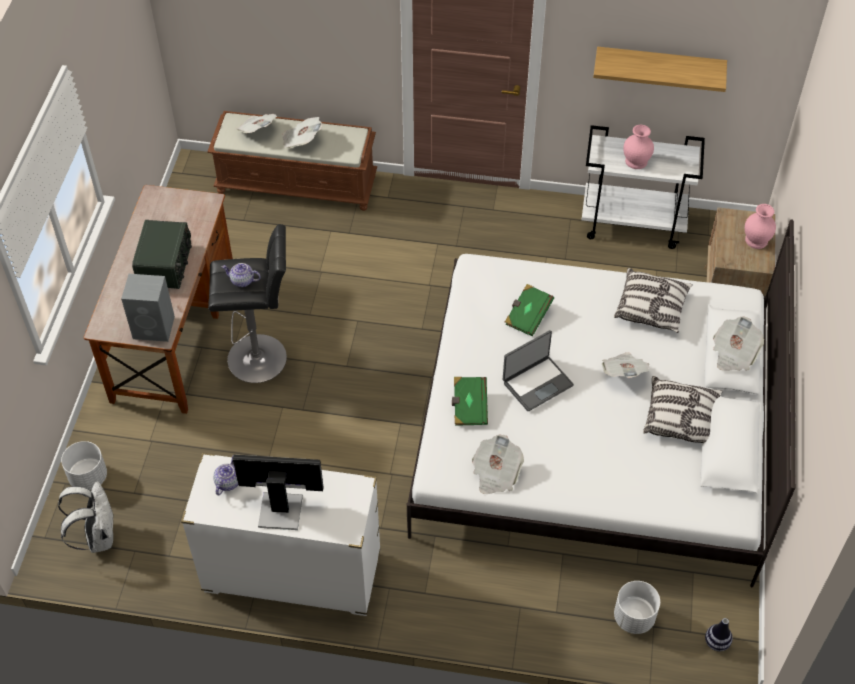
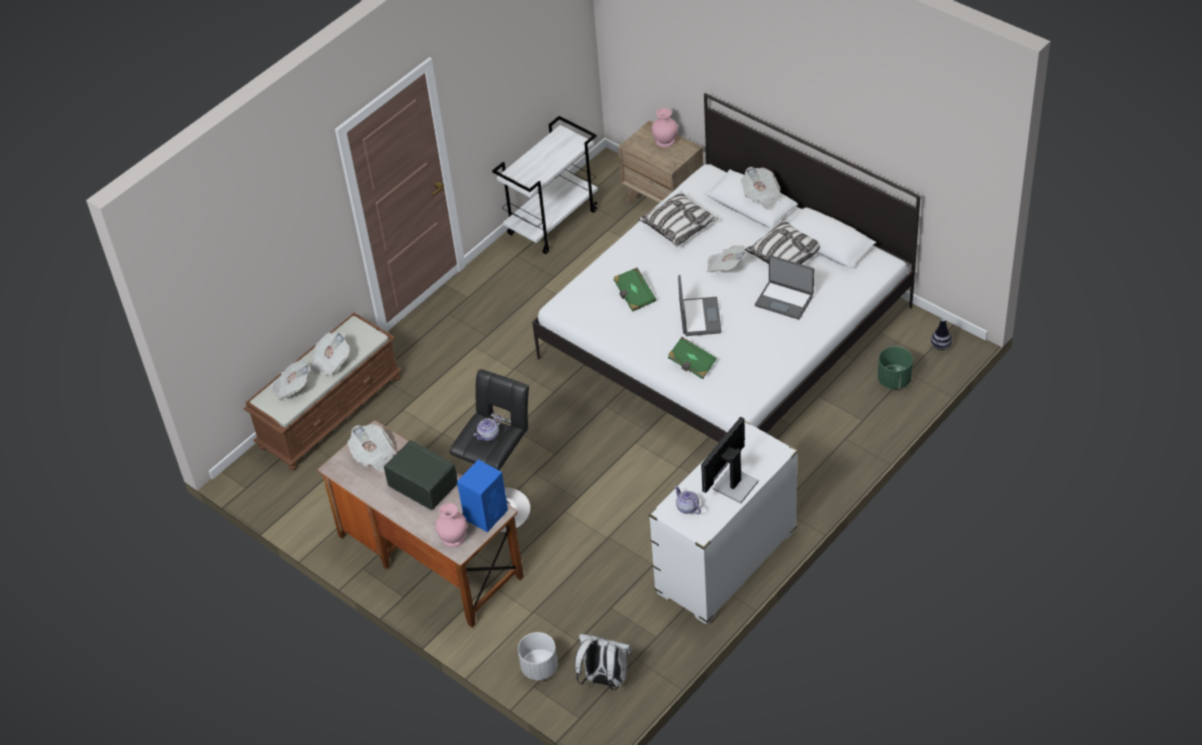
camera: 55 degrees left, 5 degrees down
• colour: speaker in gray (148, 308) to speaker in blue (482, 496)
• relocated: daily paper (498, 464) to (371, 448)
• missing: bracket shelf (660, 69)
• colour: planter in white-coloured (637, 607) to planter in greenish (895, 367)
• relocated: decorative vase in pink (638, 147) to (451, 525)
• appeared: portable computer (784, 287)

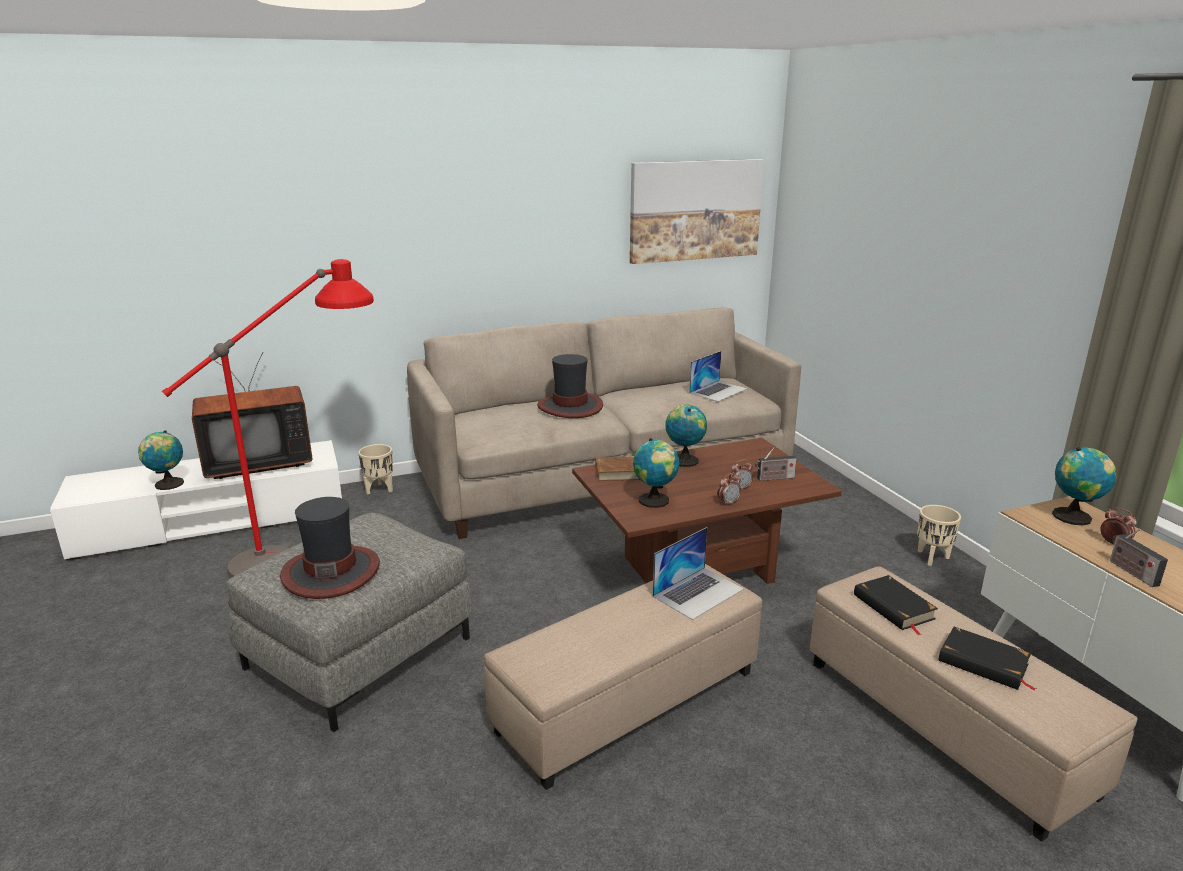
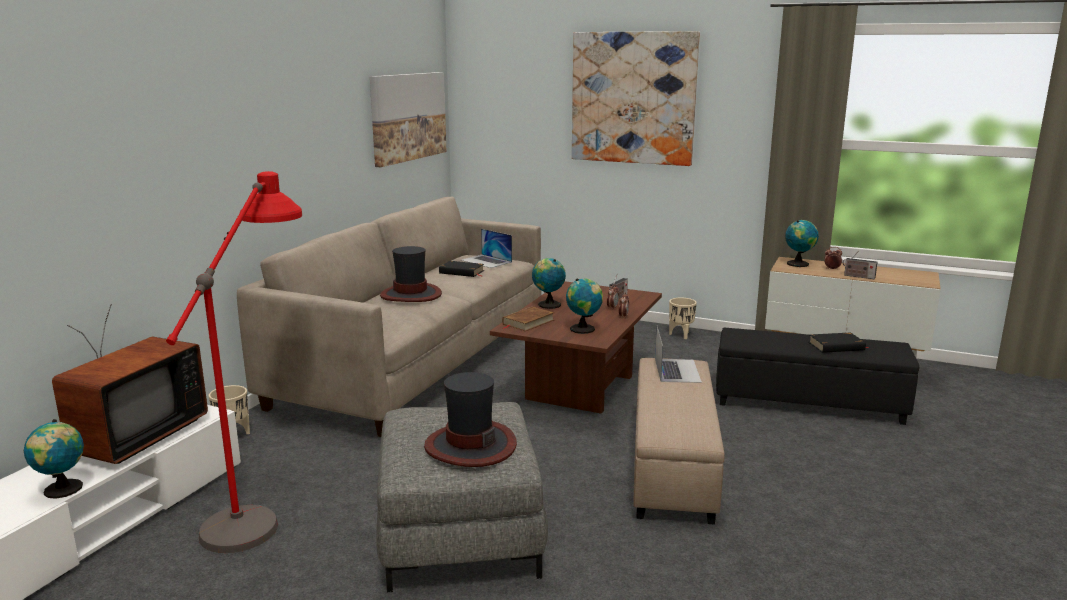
camera: 45 degrees left, 5 degrees down
• spun: portable computer (718, 376) = (486, 248) 135 degrees clockwise
• colour: ottoman in beige (973, 704) to ottoman in black-coloured (817, 376)
• relocated: bound book in black-coloured (896, 605) to (461, 269)
• appeared: picture (636, 98)

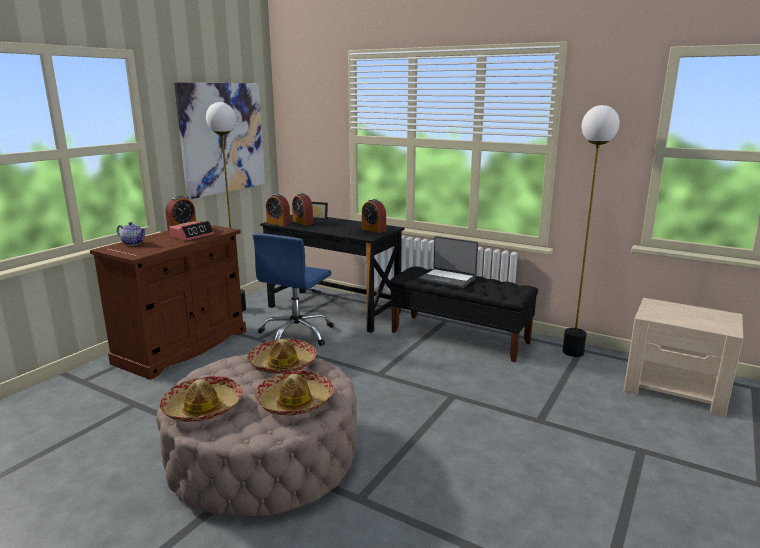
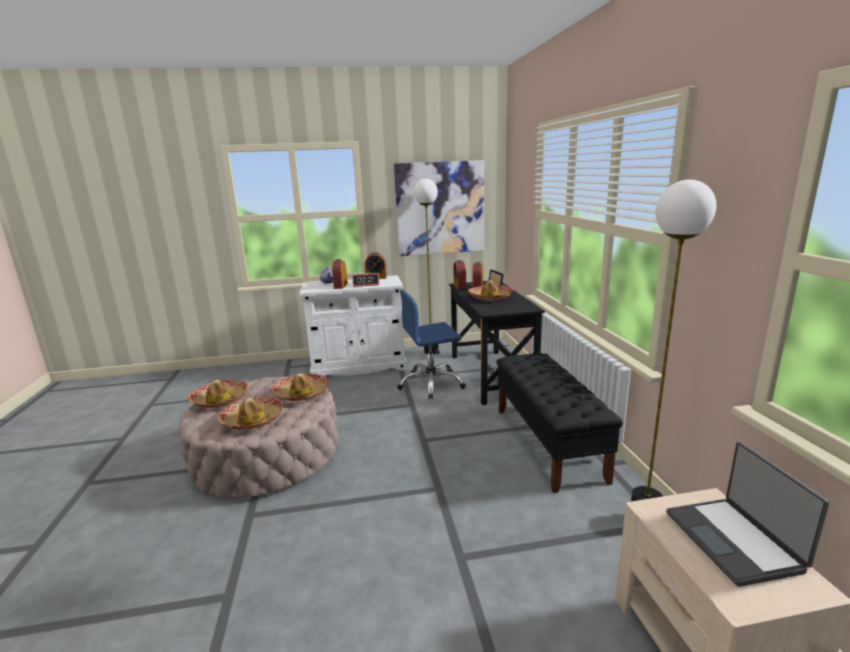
camera: 50 degrees right, 0 degrees up
• colour: storage cabinet in brownish (168, 302) to storage cabinet in white-coloured (353, 325)
• relocated: bedside clock (374, 216) to (340, 274)
• relocated: portable computer (448, 262) to (748, 514)
• appeared: wearable hat (490, 291)

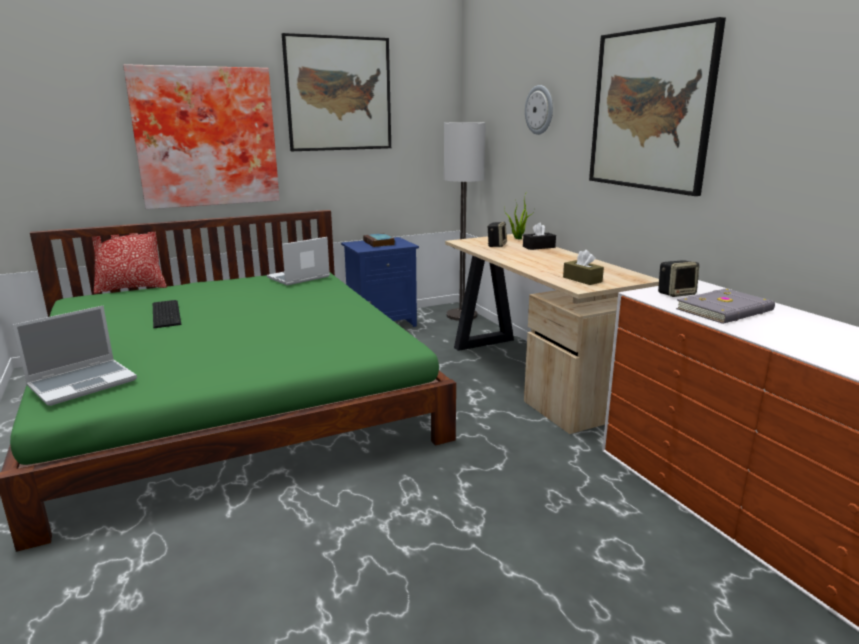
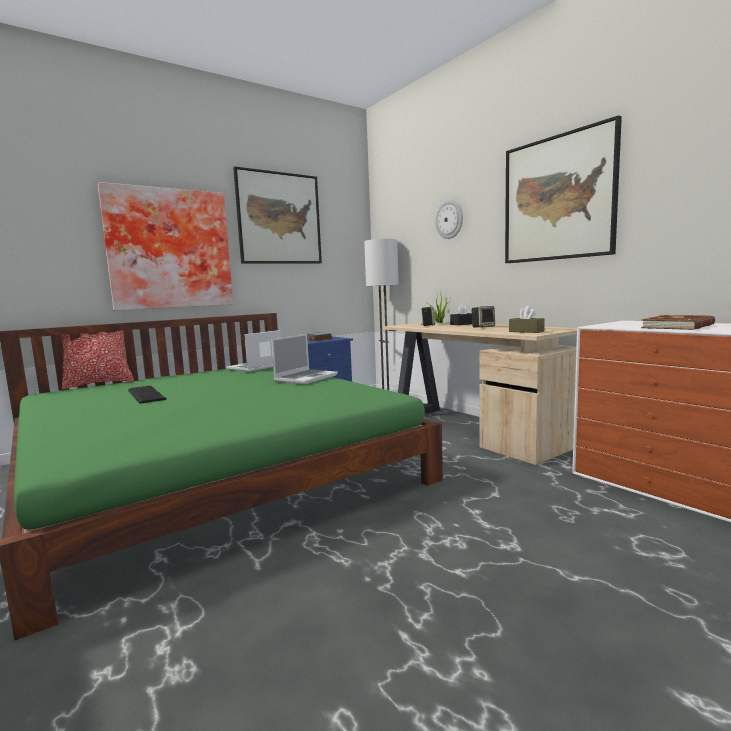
camera: 10 degrees left, 10 degrees down
• relocated: portable computer (75, 356) to (304, 359)
• relocated: speaker (678, 278) to (483, 317)
• colour: bound book in gray (725, 306) to bound book in brownish (678, 322)

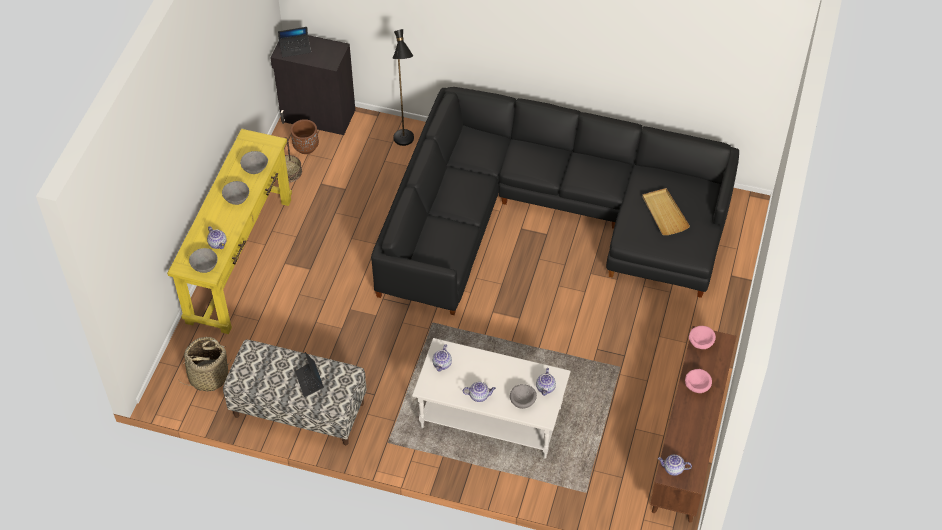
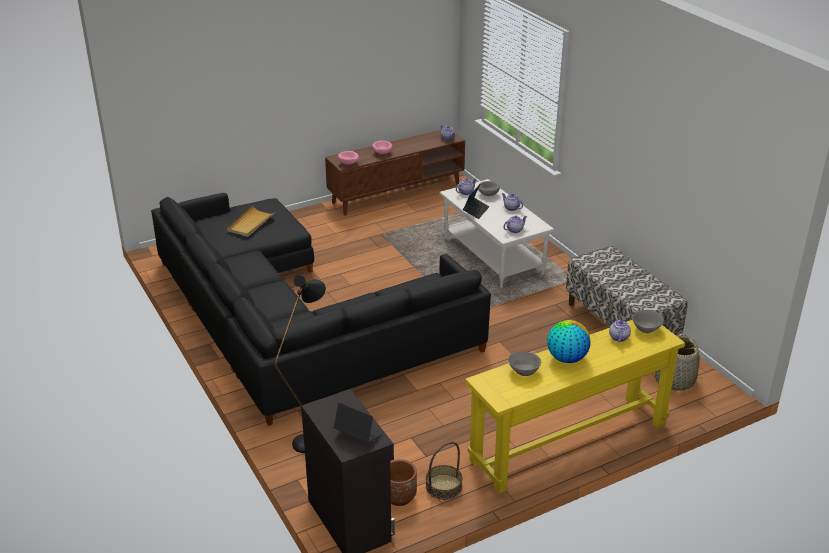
camera: 135 degrees left, 20 degrees down
• exchanged: serving bowl in gray (235, 193) to globe (569, 341)
• relocated: portable computer (309, 375) to (476, 202)

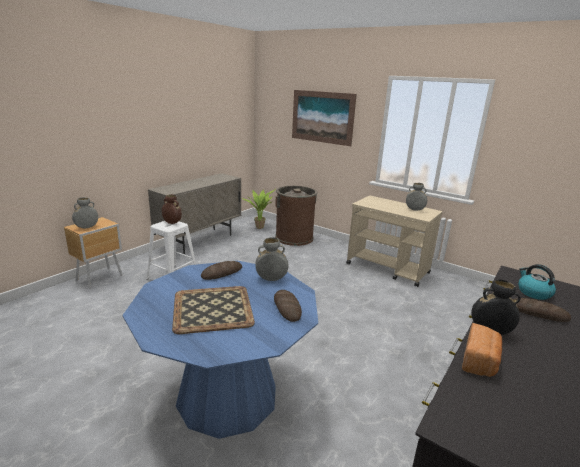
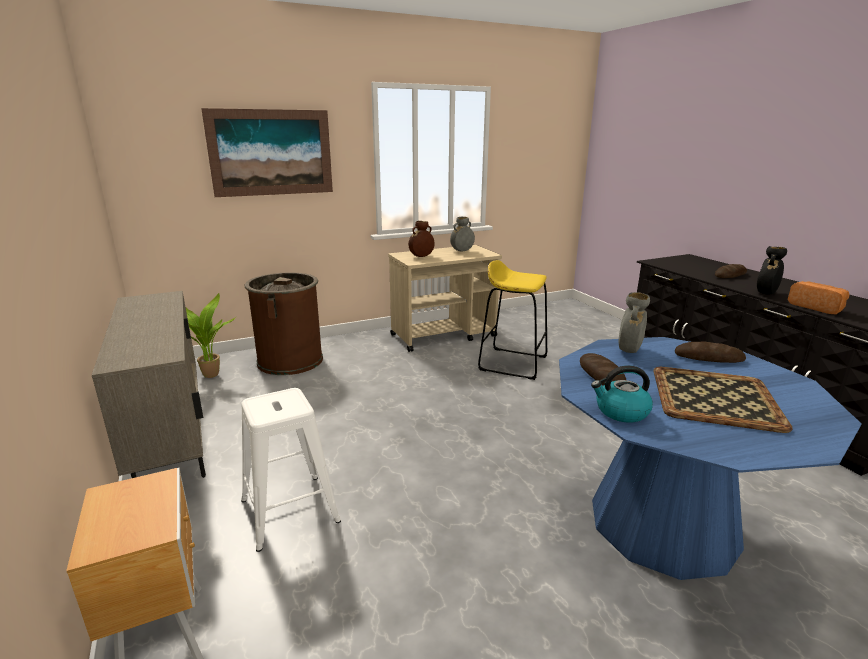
camera: 60 degrees left, 0 degrees up
• missing: decorative vase in gray (85, 212)
• relocated: decorative vase in brownish (172, 209) to (421, 239)
• relocated: water kettle (537, 282) to (622, 394)
• appeared: stool in yellow (512, 320)

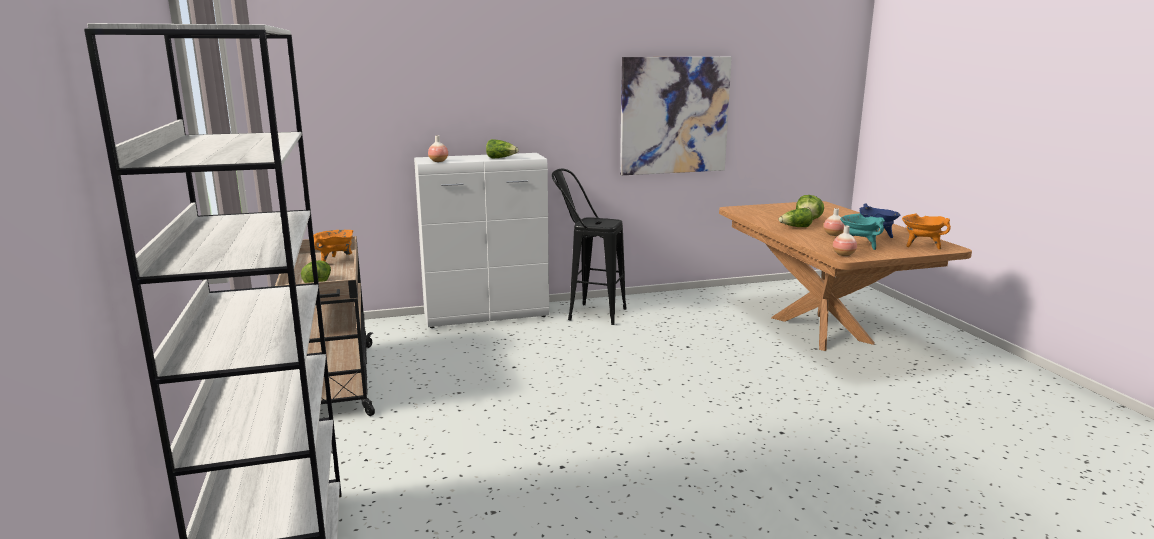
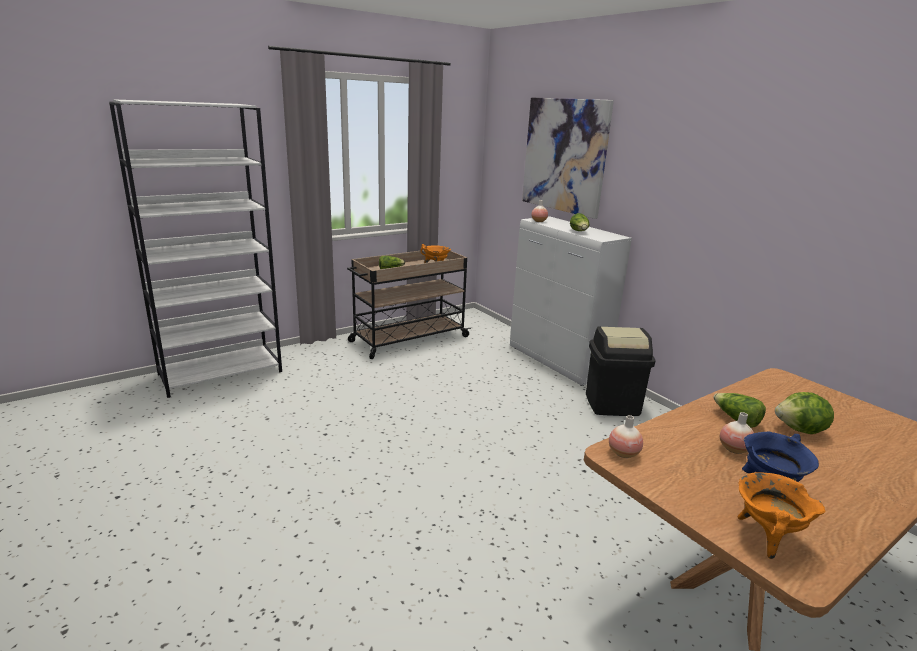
camera: 70 degrees right, 5 degrees up
• exchanged: stool in black-coloured (589, 247) to rubbish bin in black-coloured (621, 371)
• relocated: picture (676, 116) to (568, 158)
• missing: stockpot in turquoise-coloured (862, 231)

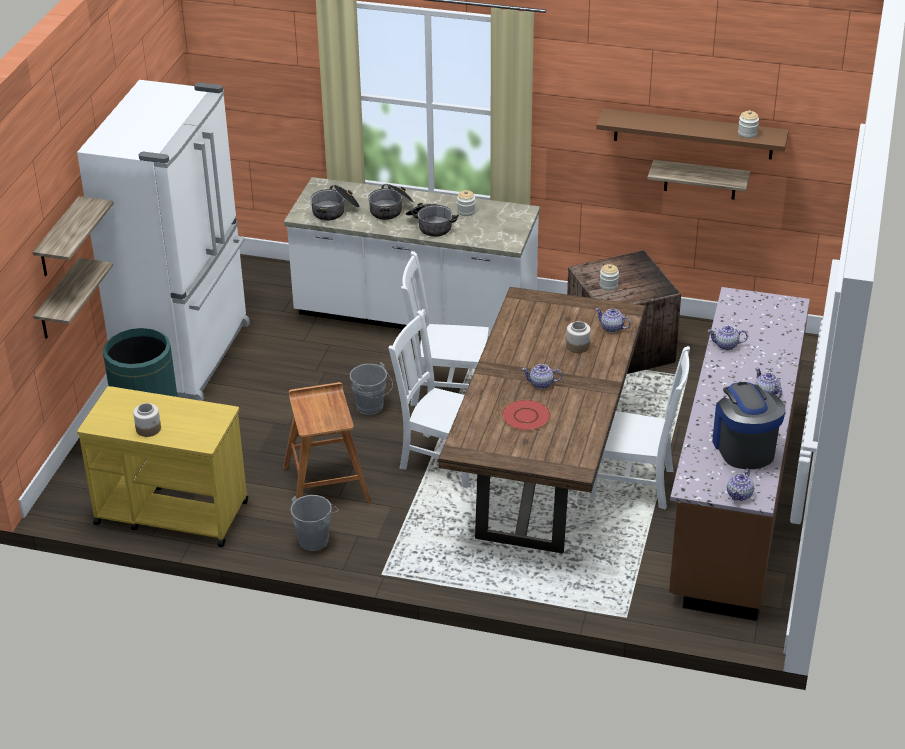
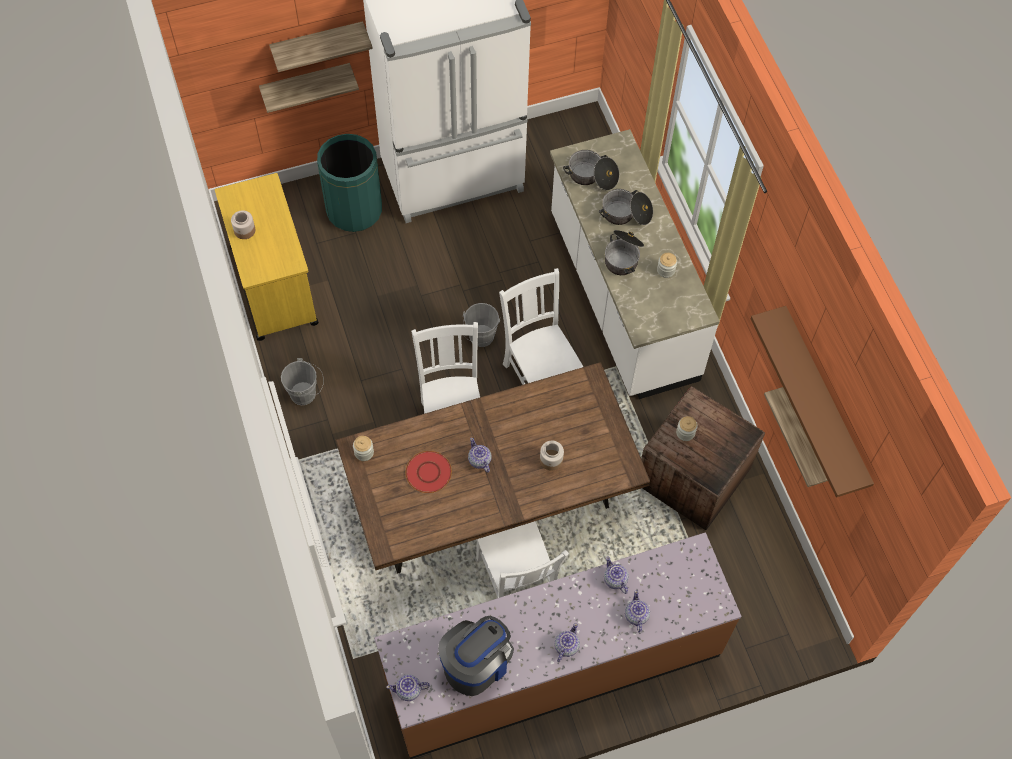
camera: 55 degrees right, 25 degrees up
• missing: stool in brownish (327, 443)
• relocated: teapot (613, 320) to (637, 611)
• relocated: jar (748, 124) to (363, 448)

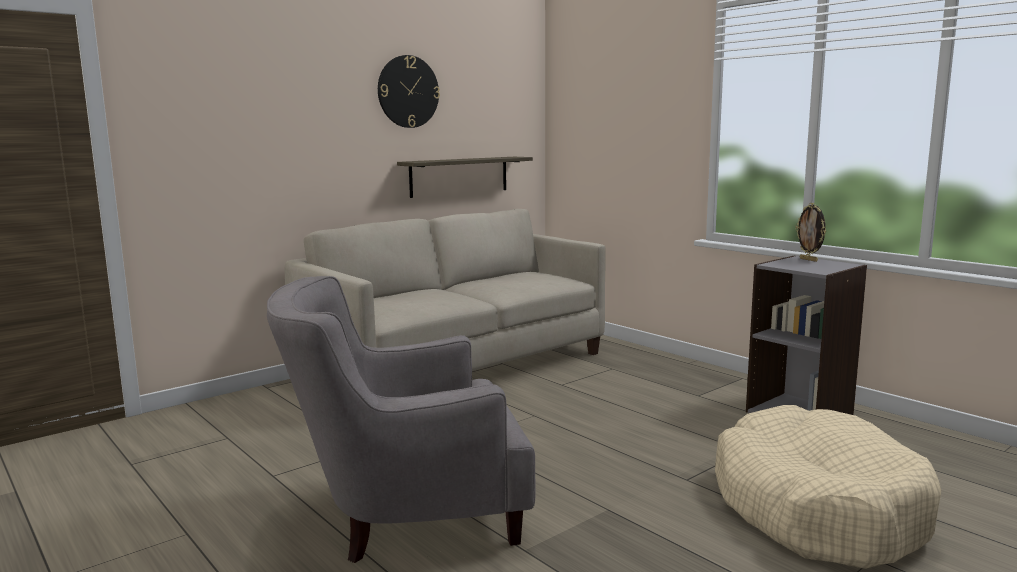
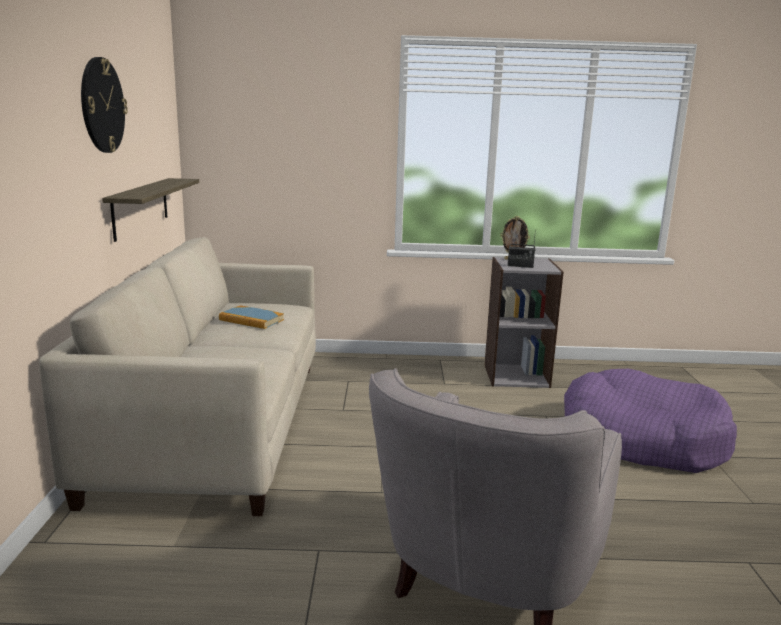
camera: 50 degrees left, 5 degrees up
• colour: dog cushion in beige (828, 487) to dog cushion in purplish (650, 421)
• appeared: bound book (251, 317)
• appeared: radio receiver (521, 248)

